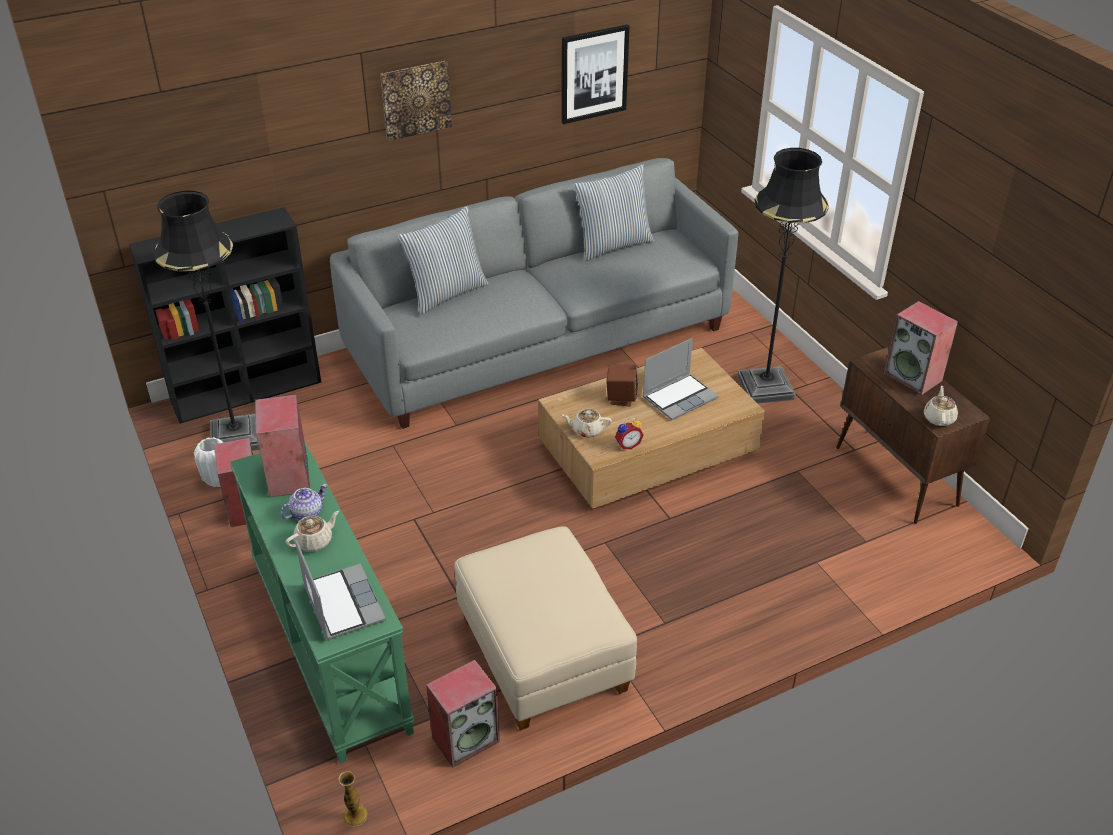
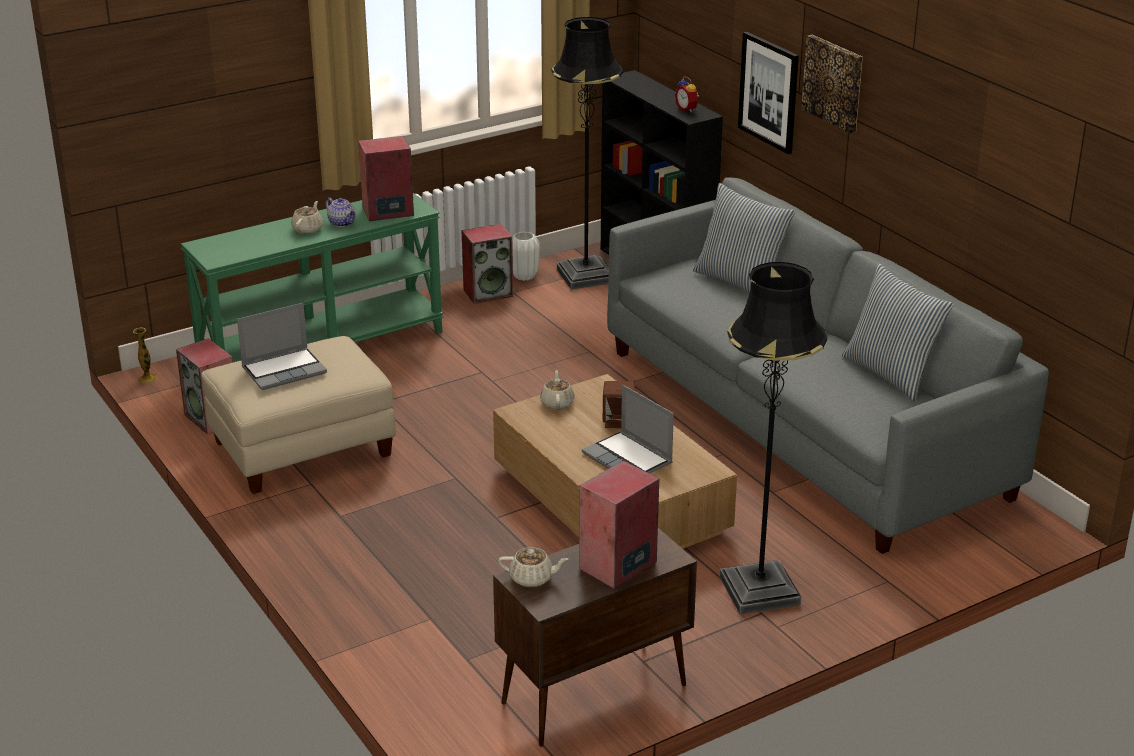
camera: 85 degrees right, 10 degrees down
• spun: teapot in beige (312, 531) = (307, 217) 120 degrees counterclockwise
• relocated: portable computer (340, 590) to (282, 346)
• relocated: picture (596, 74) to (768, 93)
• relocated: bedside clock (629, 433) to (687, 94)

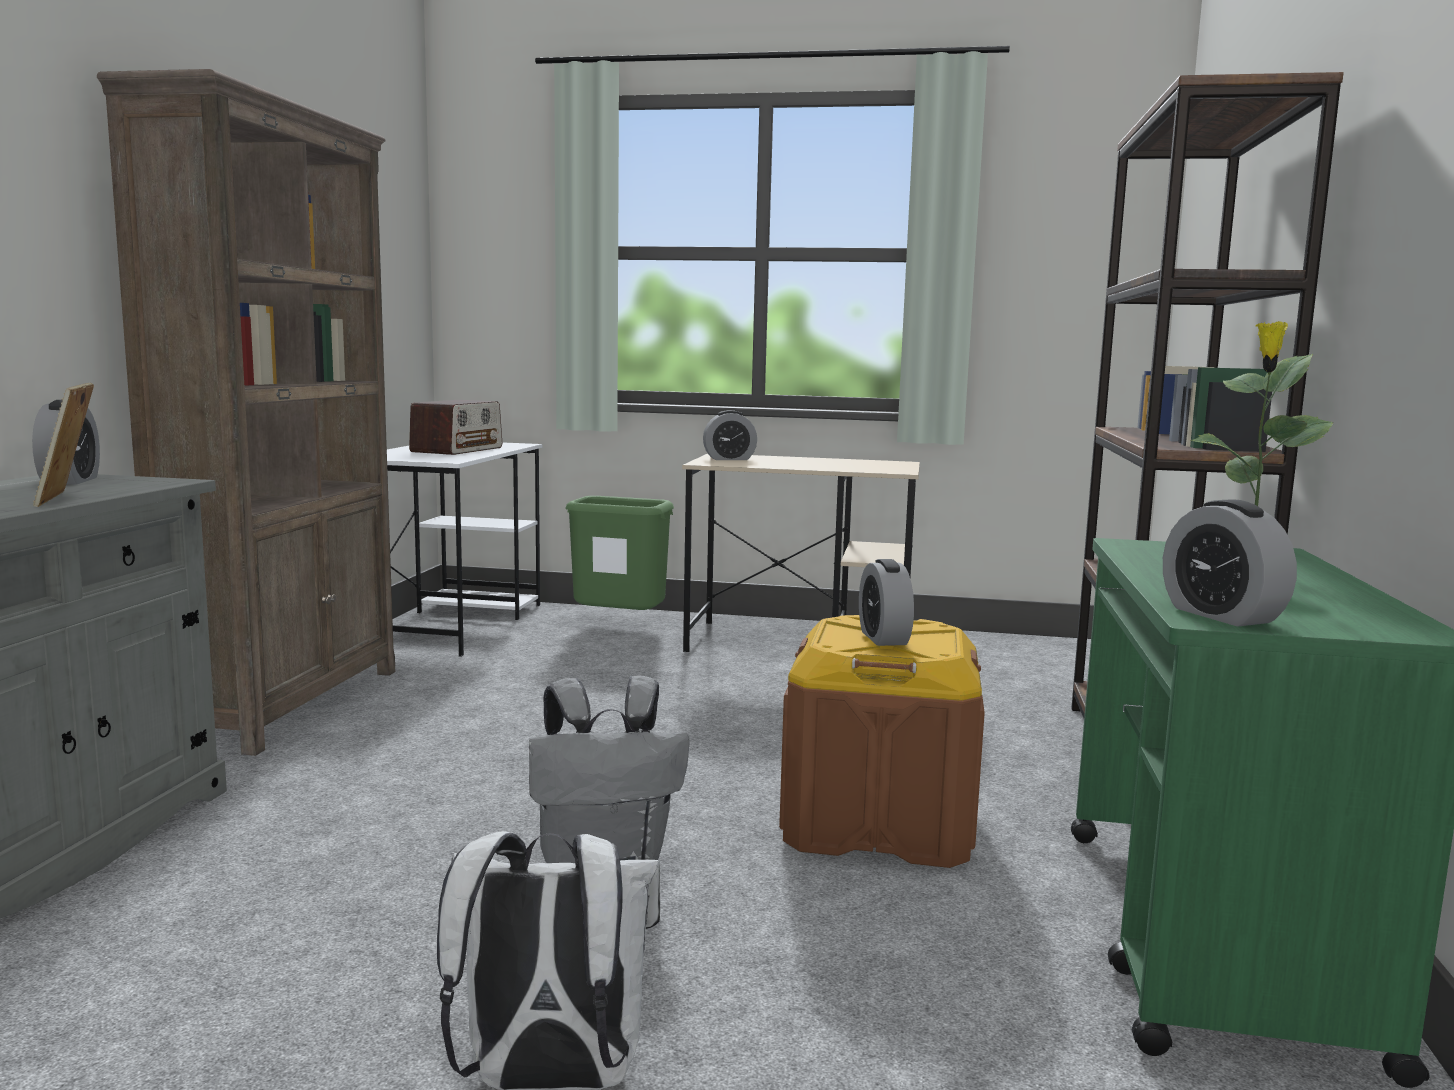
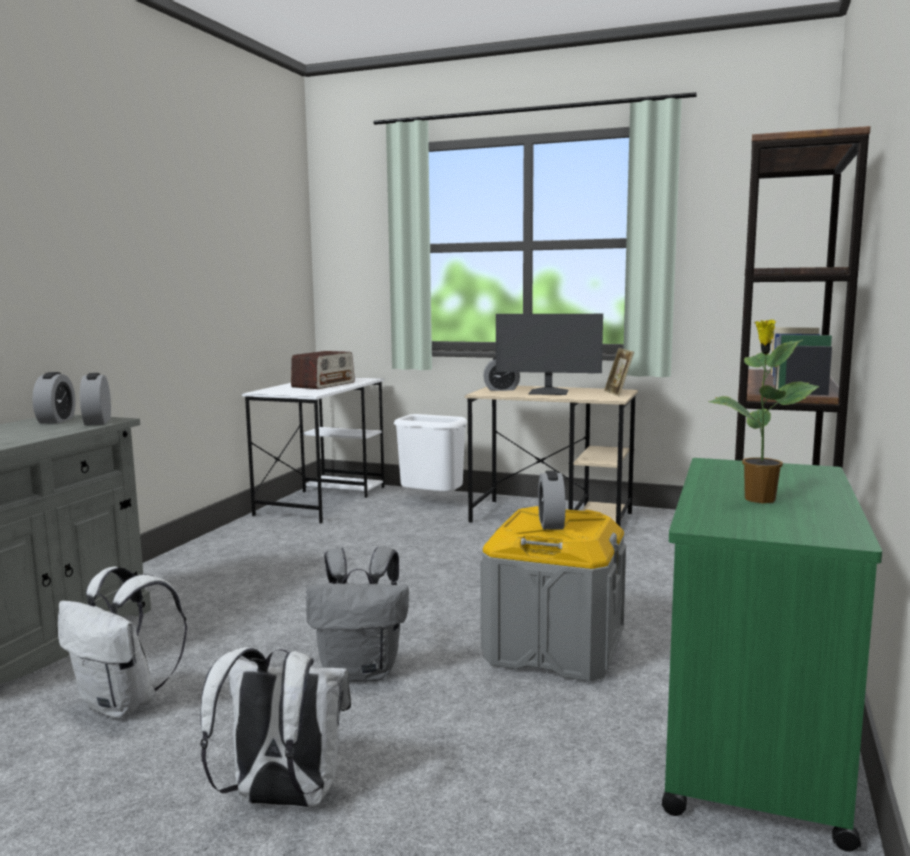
camera: 10 degrees right, 0 degrees up
• relocated: standing frame (63, 445) to (619, 372)
• missing: shelving unit in brownish (246, 412)
• colour: rubbish bin in greenish (619, 553) to rubbish bin in white-coloured (431, 453)
• colour: storage container in brownish (882, 741) to storage container in gray (553, 594)
• relocated: bedside clock (1230, 562) to (95, 399)
• appeared: knapsack in white-coloured (122, 642)
• appeared: monitor (549, 354)

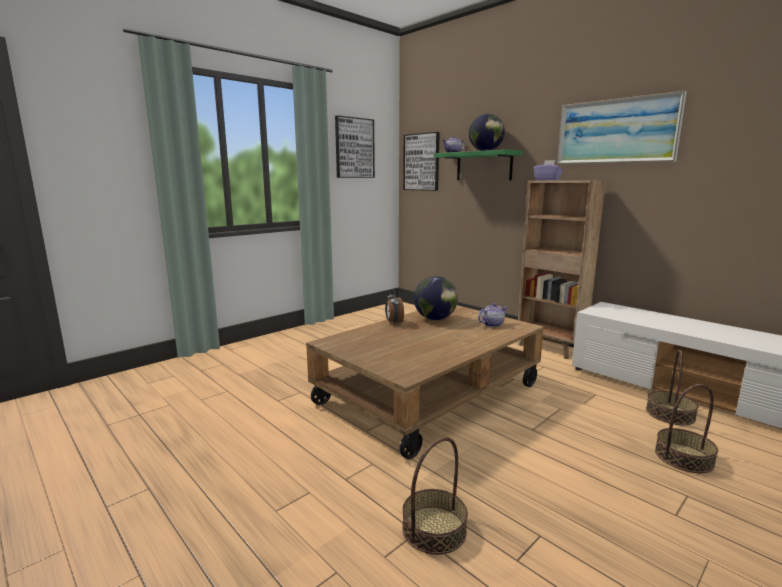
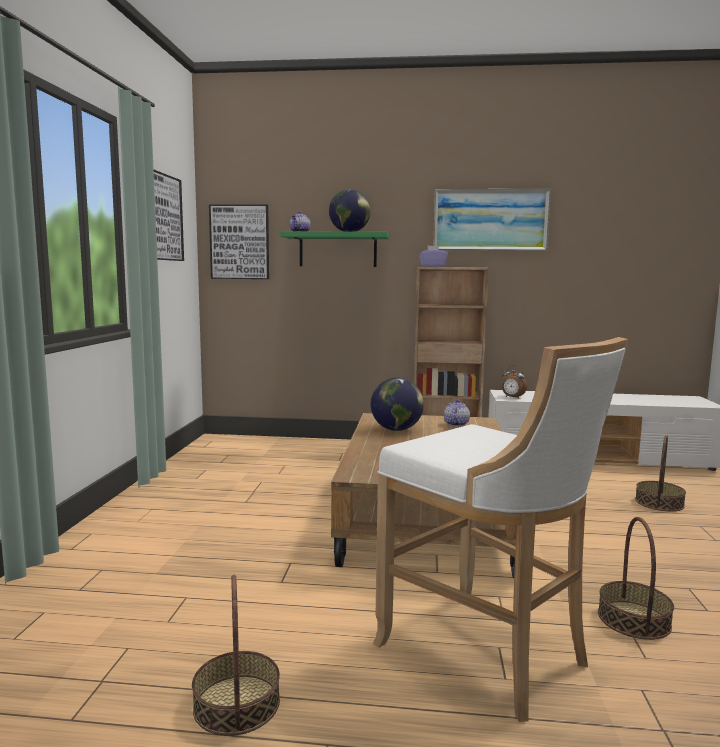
camera: 40 degrees left, 5 degrees down
• relocated: bedside clock (394, 306) to (514, 382)
• relocated: household basket (672, 387) to (236, 655)
• appeared: stool in white-coloured (500, 529)

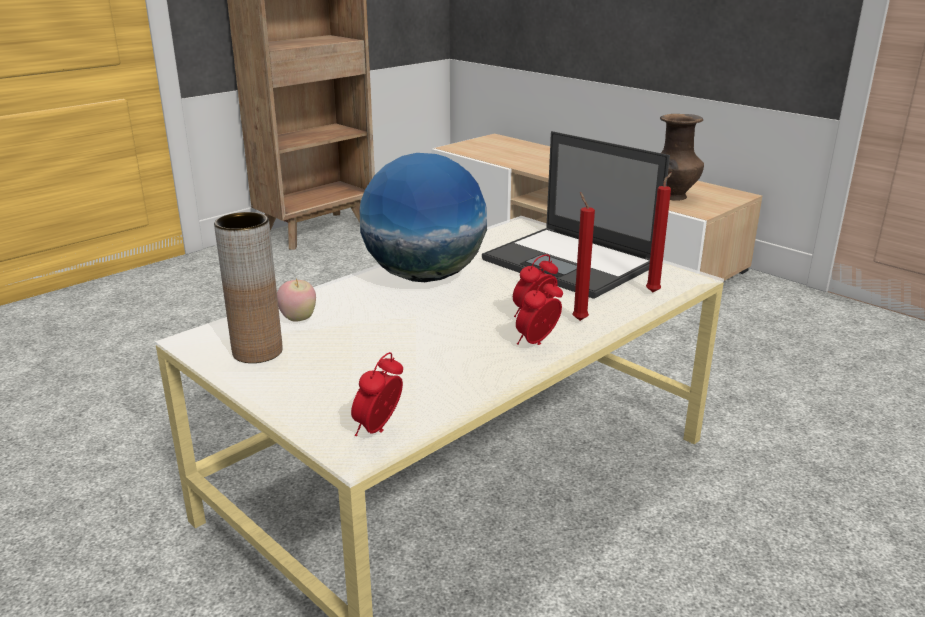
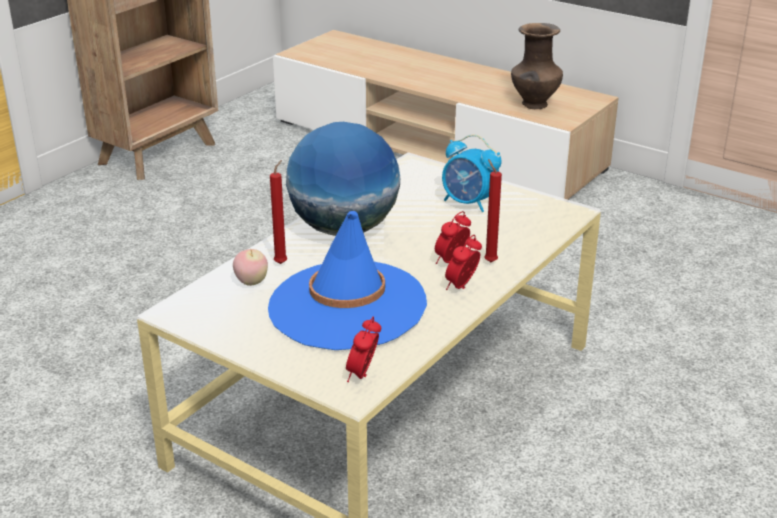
camera: 10 degrees left, 5 degrees up
• missing: decorative vase in brownish (248, 287)
• exchanged: portable computer (576, 215) to bedside clock (472, 173)
• relocated: wax candle in reddish (659, 232) to (278, 212)
• appeared: wearable hat in blue (347, 280)

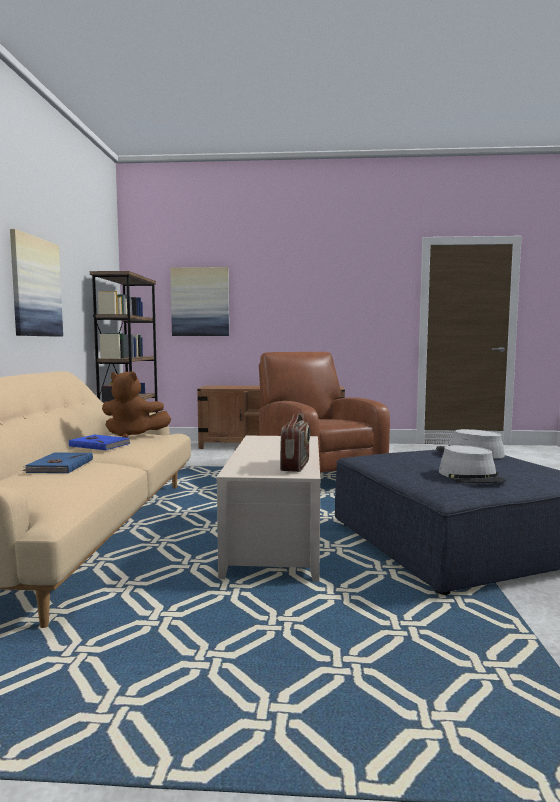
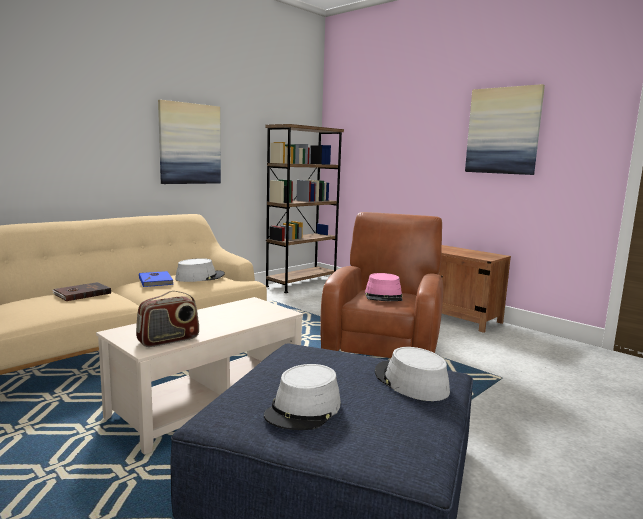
camera: 40 degrees right, 5 degrees up
• colour: bound book in blue (57, 462) to bound book in brownish (81, 291)
• exchanged: plush toy in brownish (136, 404) to wearable hat in gray (200, 270)
• relocated: picture (199, 301) to (505, 129)
• appeared: wearable hat in pink (384, 287)

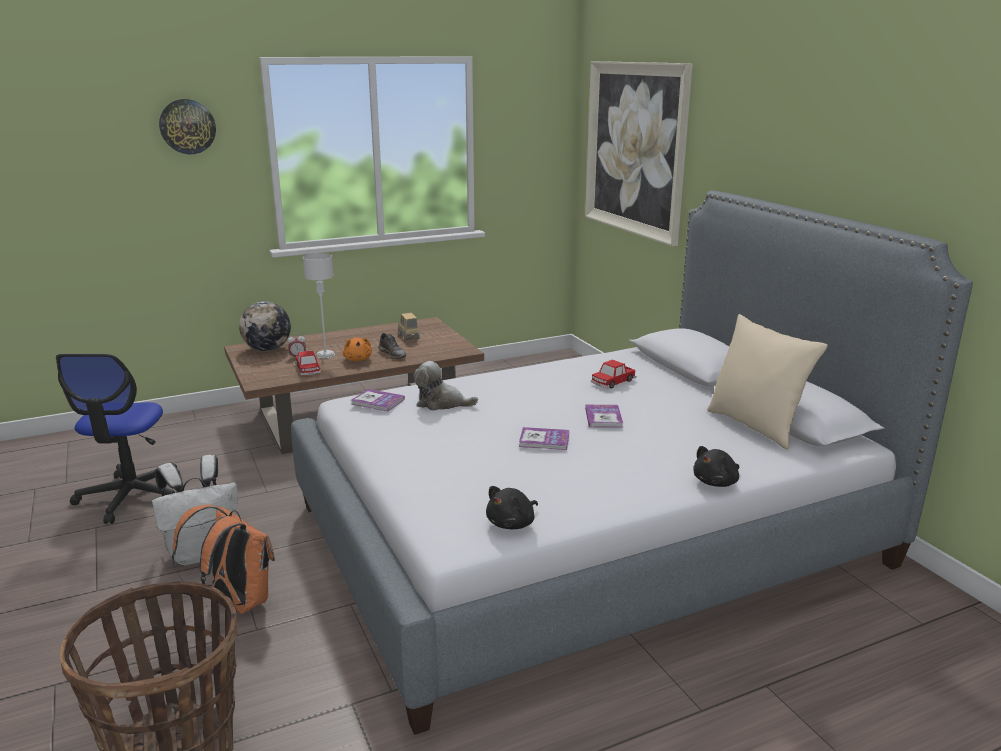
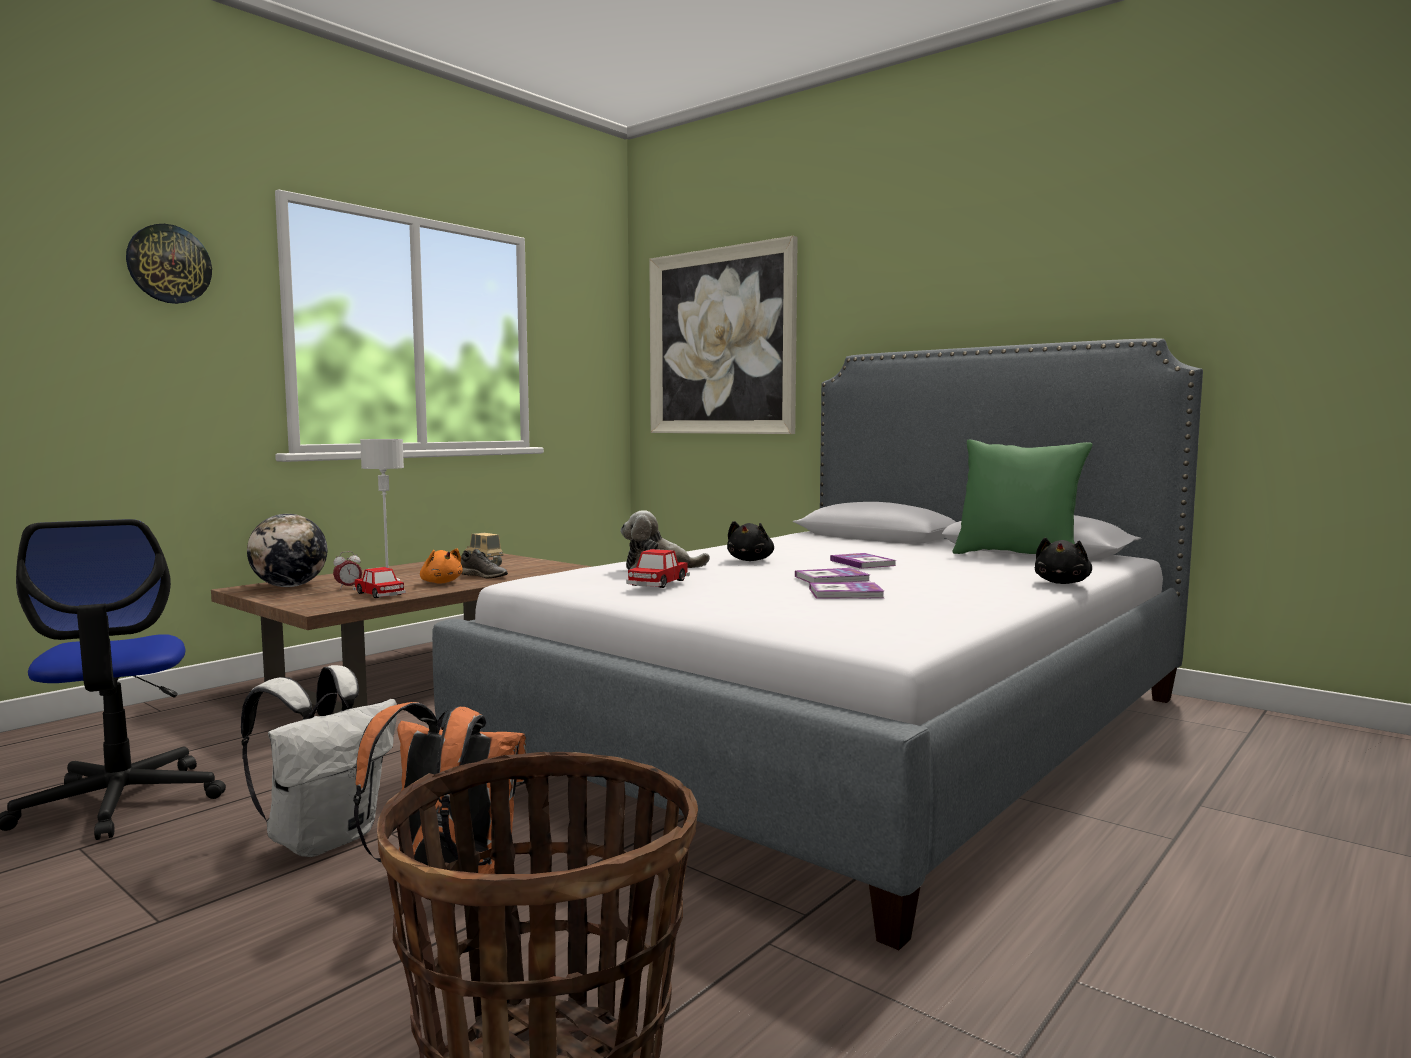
camera: 25 degrees left, 15 degrees down
• relocated: bound book (378, 400) to (846, 590)
• relocated: plush toy in black-coloured (512, 507) to (750, 541)
• relocated: miniature car (613, 374) to (658, 568)
• colour: cushion in beige (767, 382) to cushion in greenish (1023, 497)

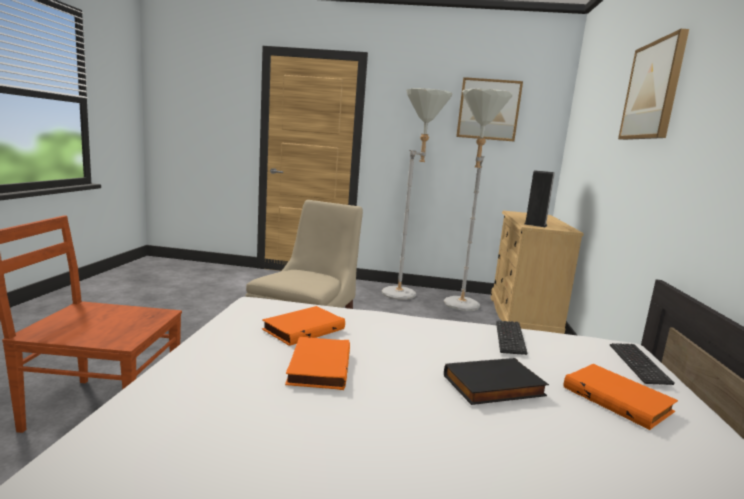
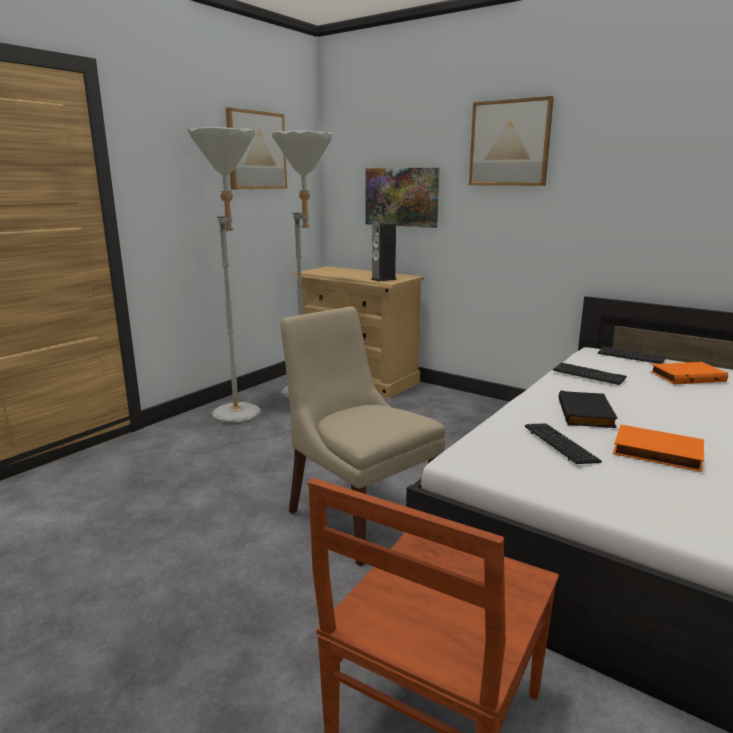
camera: 60 degrees left, 5 degrees up
• exchanged: bound book in orange (303, 326) to PC keyboard (563, 443)
• relocated: bound book in black-coloured (496, 381) to (588, 409)
• appeared: picture (402, 198)

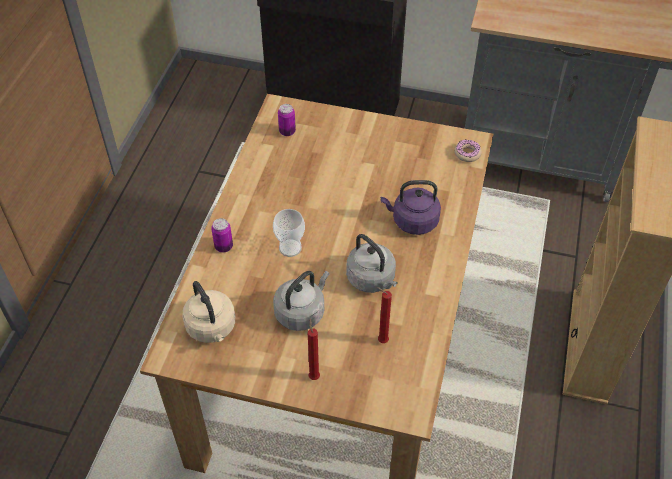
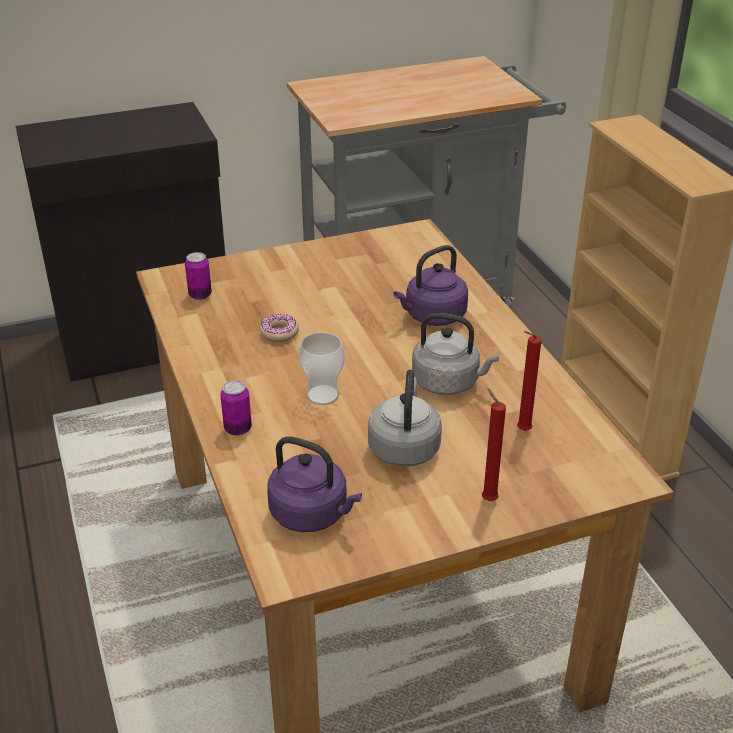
camera: 35 degrees left, 15 degrees down
• colour: water kettle in beige (208, 312) to water kettle in purplish (314, 484)
• relocated: doughnut (468, 151) to (279, 328)

